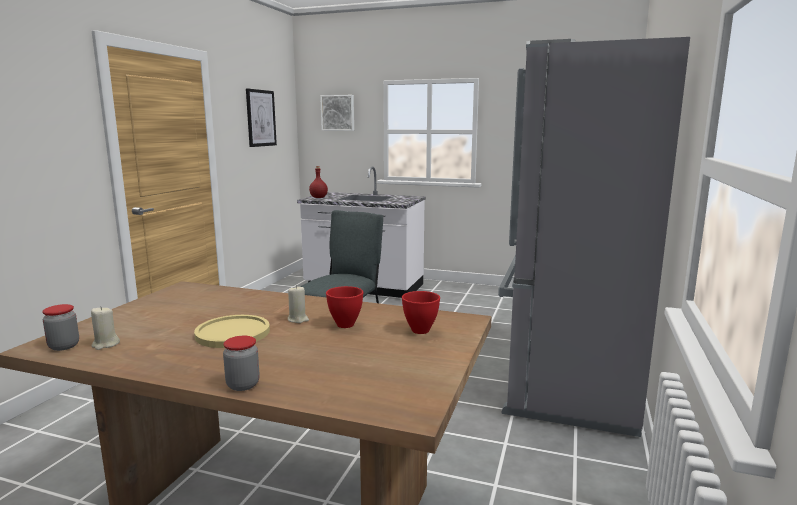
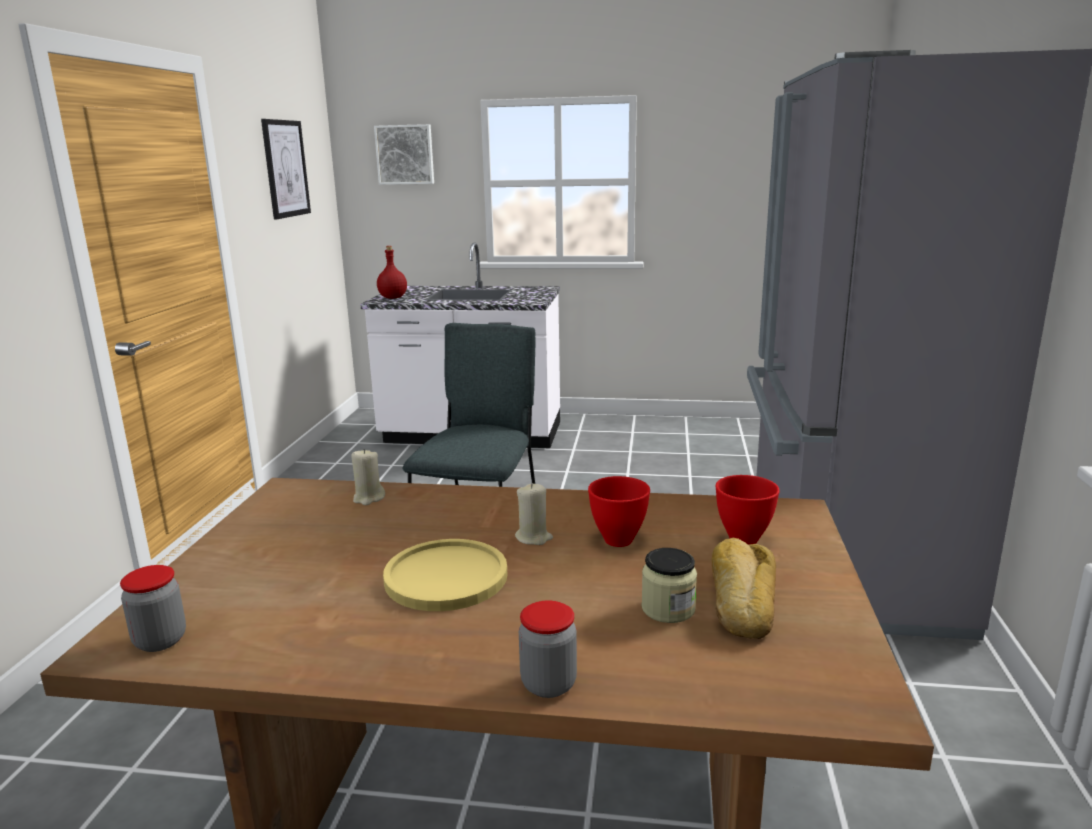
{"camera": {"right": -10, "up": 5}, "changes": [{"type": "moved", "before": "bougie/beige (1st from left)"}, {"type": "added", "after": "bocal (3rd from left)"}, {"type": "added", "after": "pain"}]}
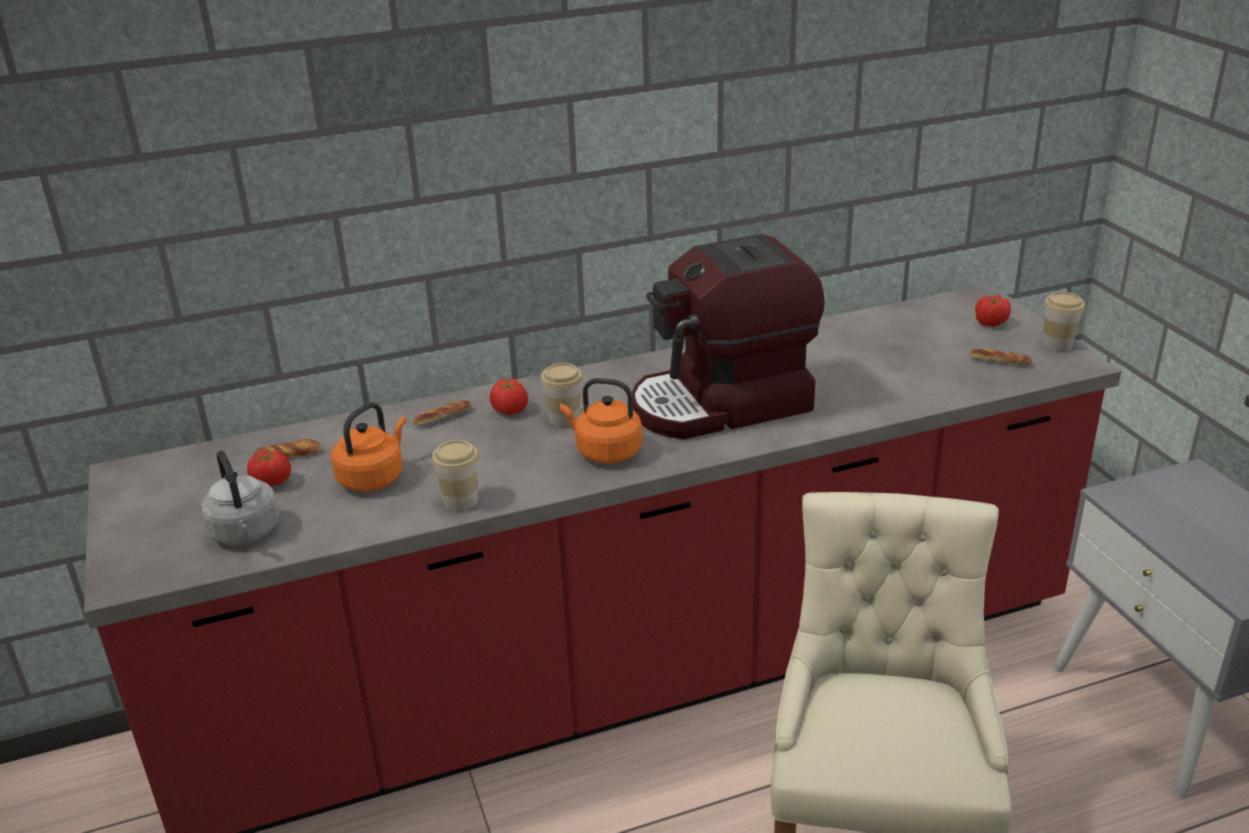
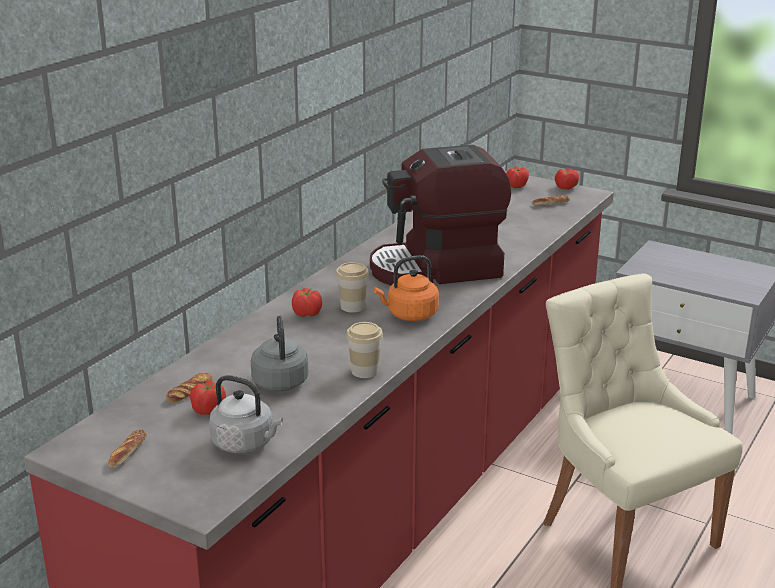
{"camera": {"right": -40, "up": -5}, "changes": [{"type": "recoloured", "before": "bouilloire/orange (1st from left)", "after": "bouilloire/gris (2nd from left)"}, {"type": "moved", "before": "pain (2nd from left in the first image)", "after": "pain (1st from left)"}, {"type": "turned", "before": "machine à café", "turn": 45}, {"type": "replaced", "before": "tasse (3rd from left)", "after": "tomate (4th from left)"}]}
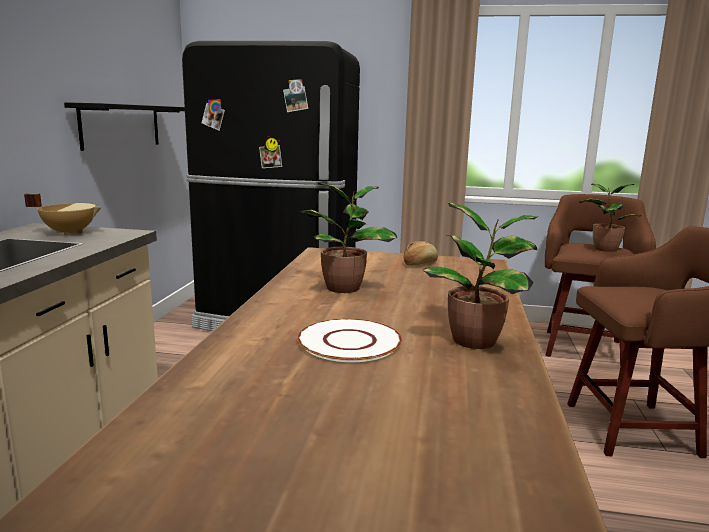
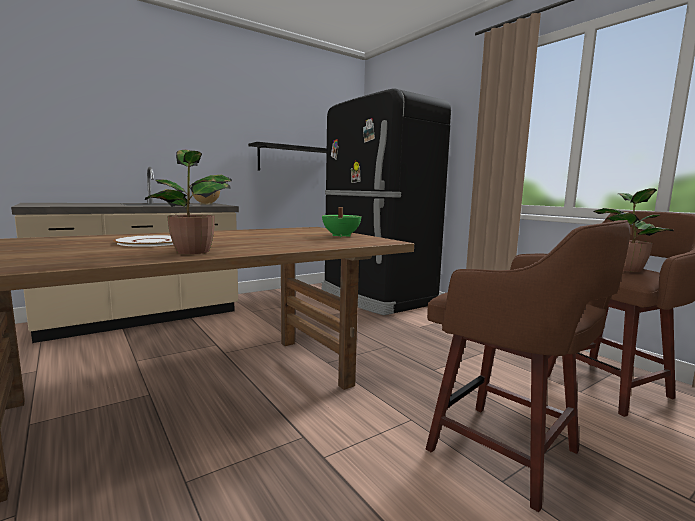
{"camera": {"right": 45, "up": -5}, "changes": [{"type": "removed", "before": "plante en pot (1st from left)"}, {"type": "replaced", "before": "pain", "after": "marmite/vert"}]}
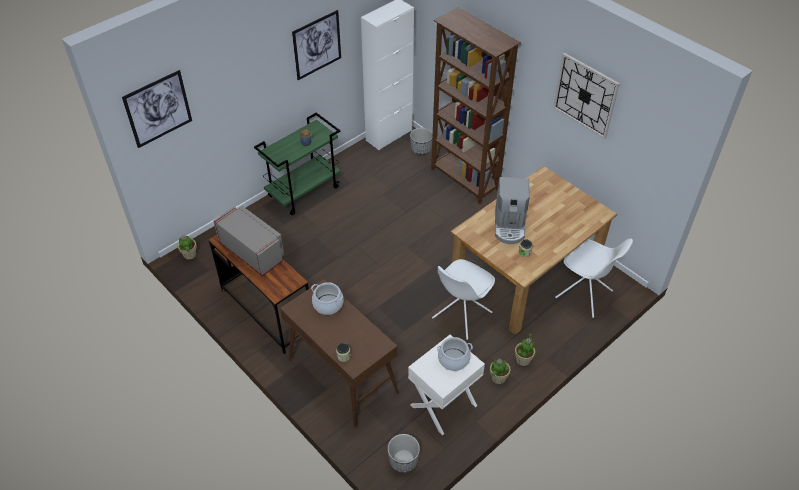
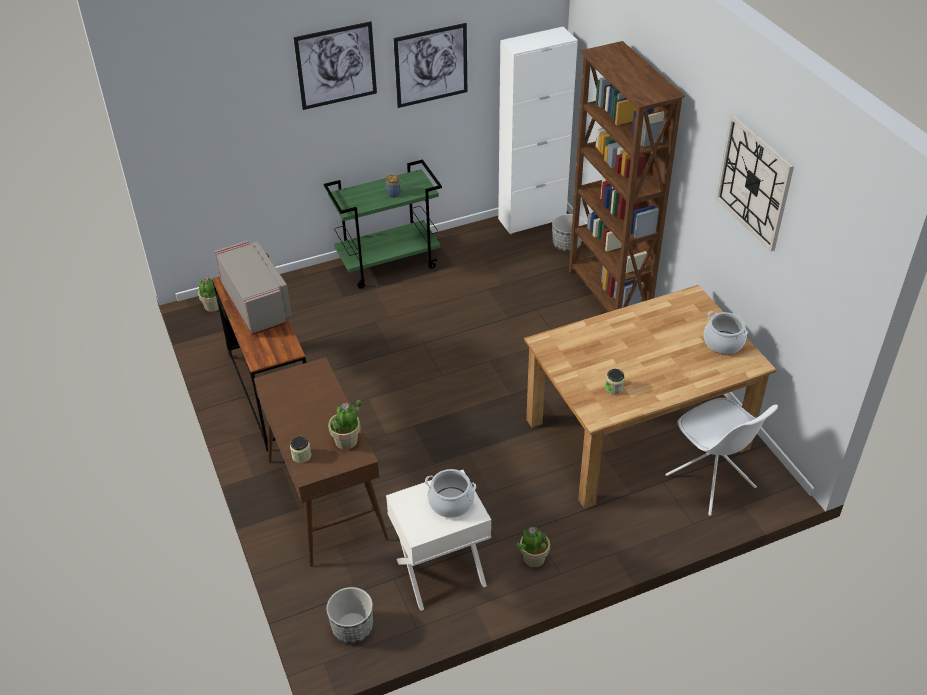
{"camera": {"right": 20, "up": -5}, "changes": [{"type": "moved", "before": "tableau (1st from left)"}, {"type": "moved", "before": "marmite (1st from left in the first image)", "after": "marmite (2nd from left)"}, {"type": "removed", "before": "chaise/blanc (1st from left)"}, {"type": "removed", "before": "machine à café"}, {"type": "moved", "before": "plante en pot (3rd from left in the first image)", "after": "plante en pot (2nd from left)"}]}
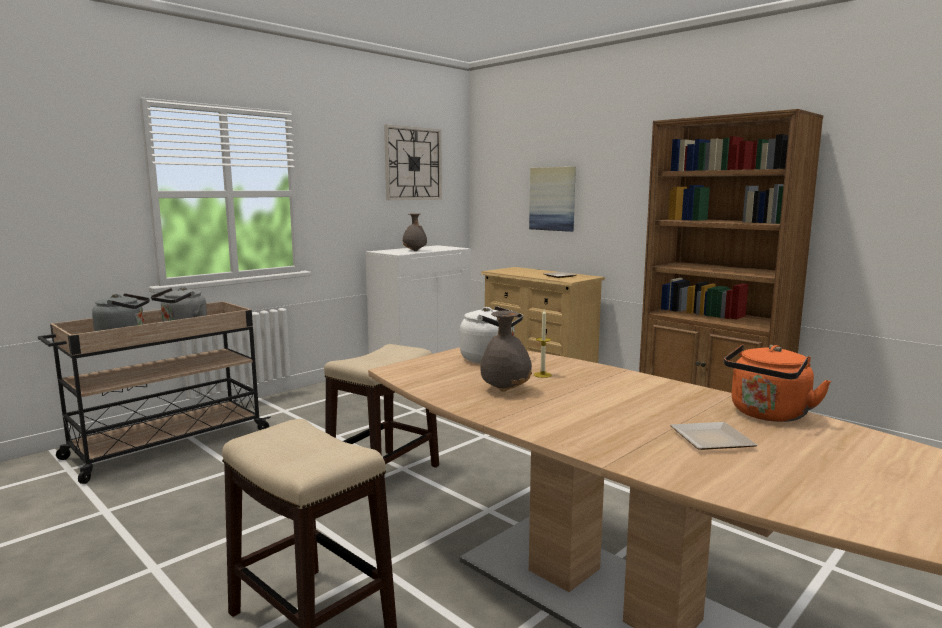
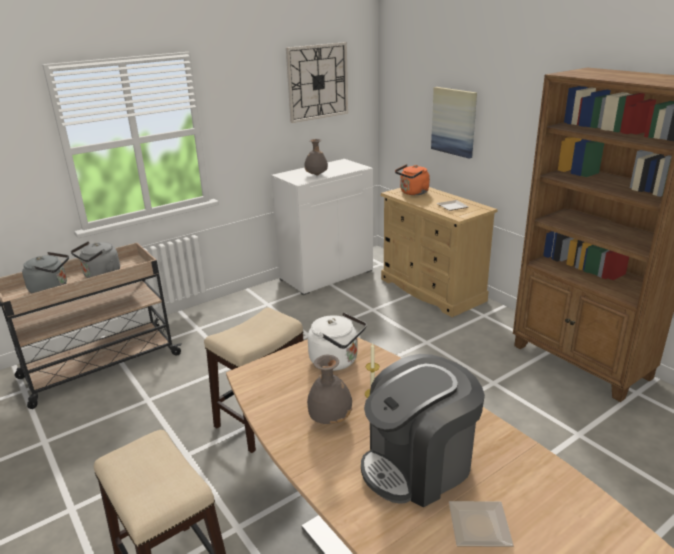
{"camera": {"right": 10, "up": 15}, "changes": [{"type": "moved", "before": "bouilloire/orange"}, {"type": "added", "after": "machine à café"}]}
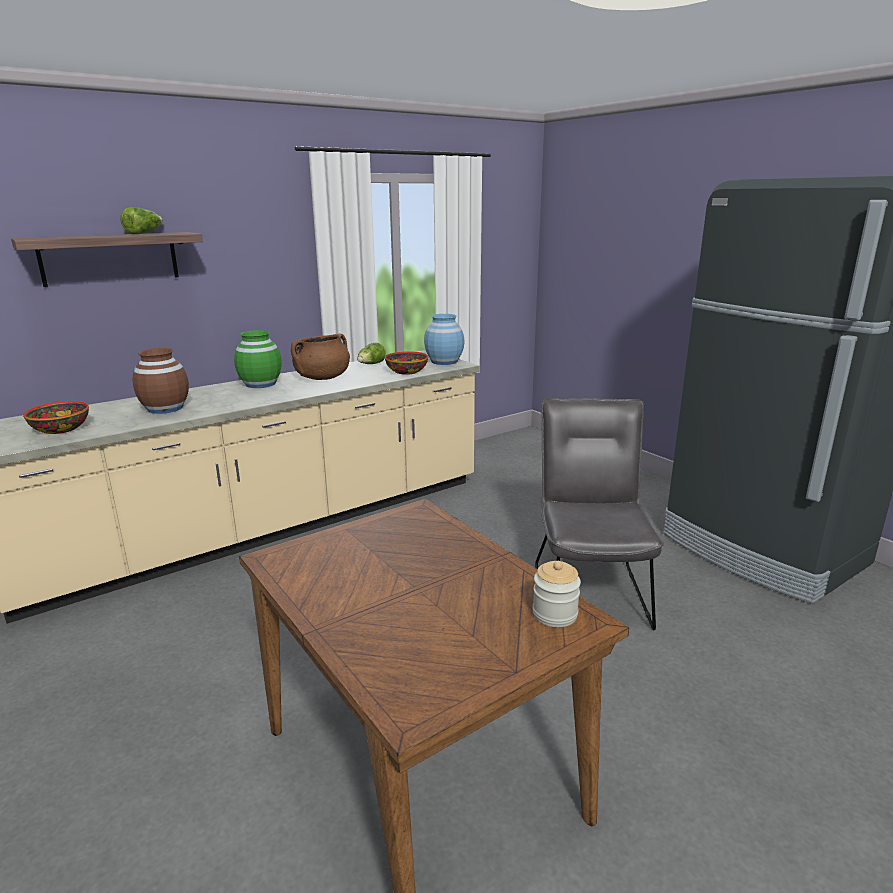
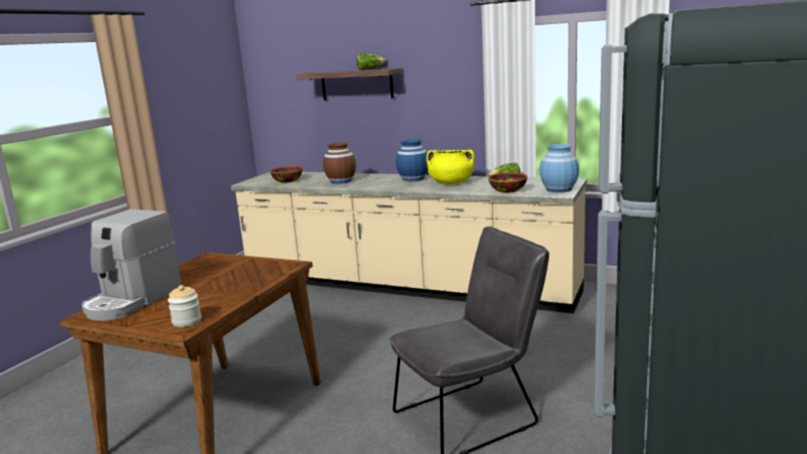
{"camera": {"right": 60, "up": -5}, "changes": [{"type": "recoloured", "before": "vase/vert", "after": "vase/bleu (1st from left)"}, {"type": "recoloured", "before": "marmite/marron", "after": "marmite/jaune"}, {"type": "added", "after": "machine à café"}]}
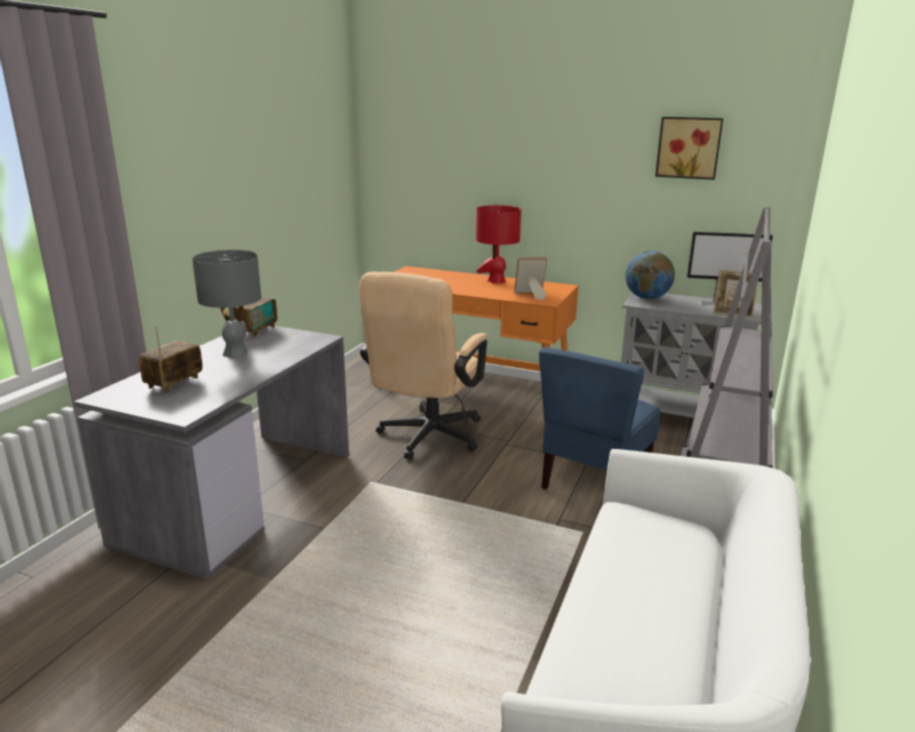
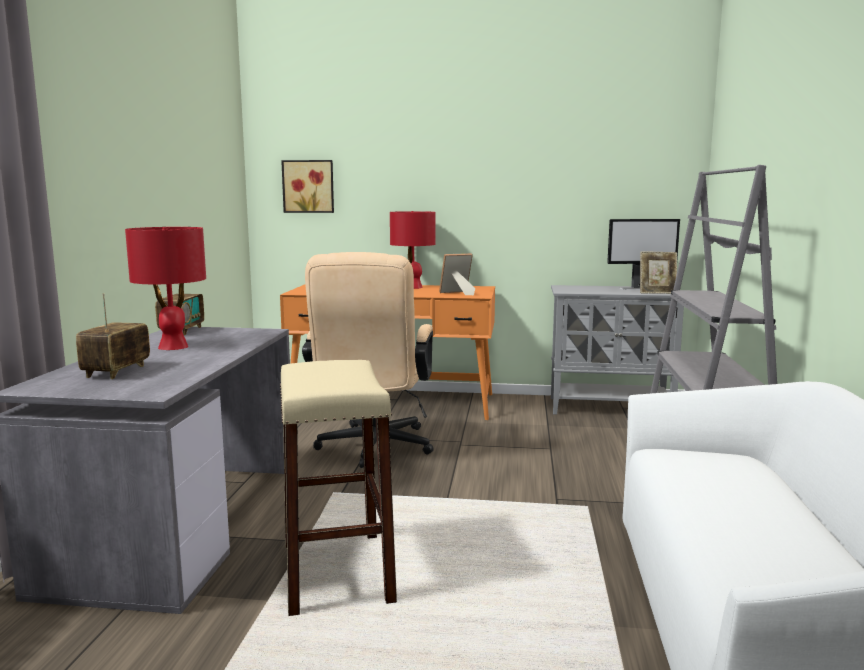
{"camera": {"right": -15, "up": -10}, "changes": [{"type": "recoloured", "before": "lampe de table/gris", "after": "lampe de table/rouge (1st from left)"}, {"type": "removed", "before": "chaise/bleu"}, {"type": "removed", "before": "globe"}, {"type": "moved", "before": "tableau"}, {"type": "added", "after": "tabouret/beige"}]}
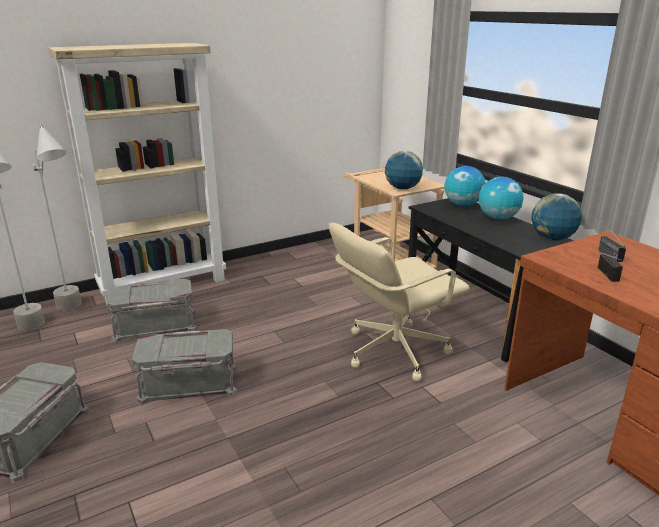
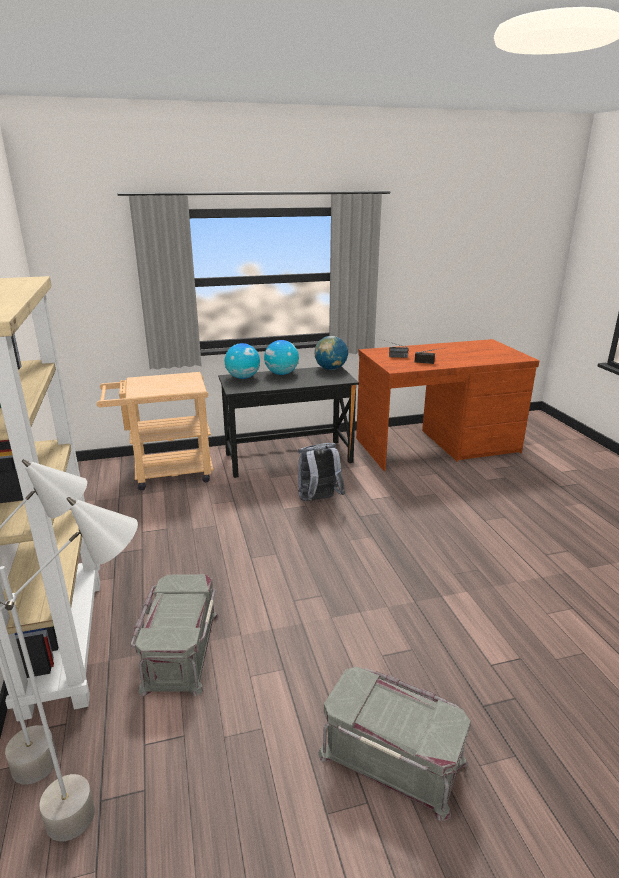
{"camera": {"right": -75, "up": 0}, "changes": [{"type": "removed", "before": "boîte de rangement/gris (3rd from left)"}, {"type": "replaced", "before": "chaise de bureau/beige", "after": "sac à dos/gris"}, {"type": "removed", "before": "globe (1st from left)"}]}
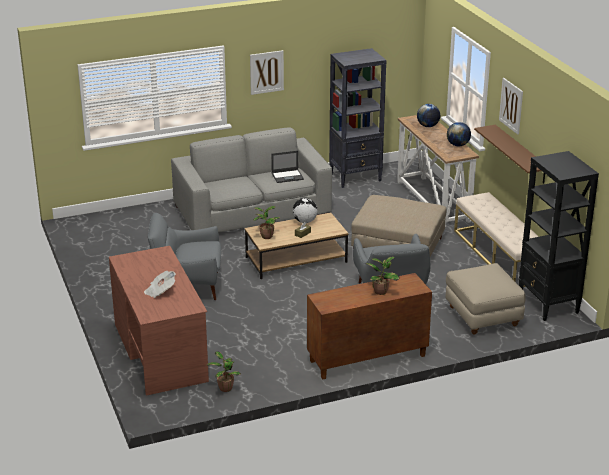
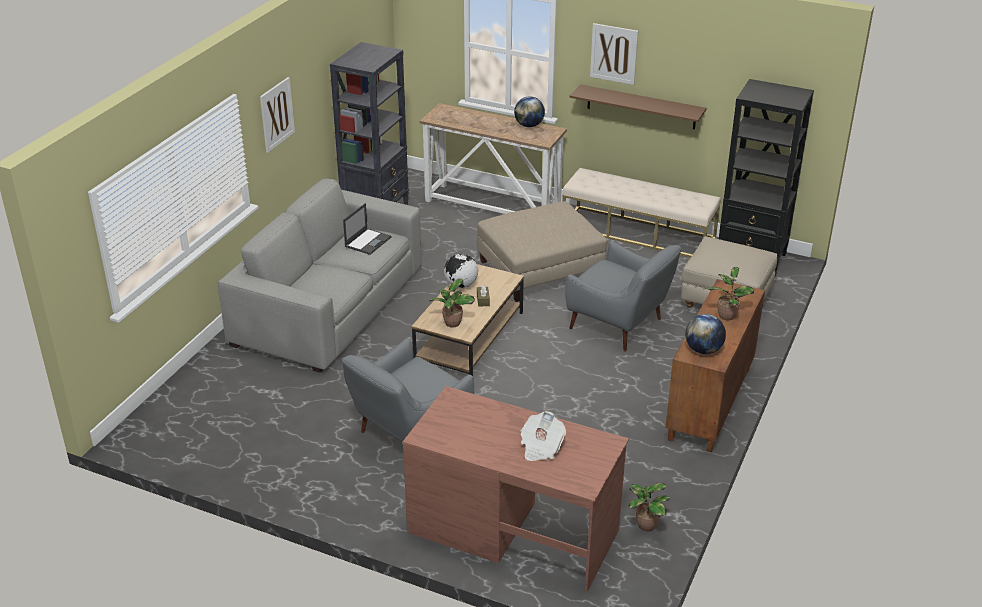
{"camera": {"right": -45, "up": 5}, "changes": [{"type": "moved", "before": "globe (2nd from left in the first image)", "after": "globe (3rd from left)"}]}
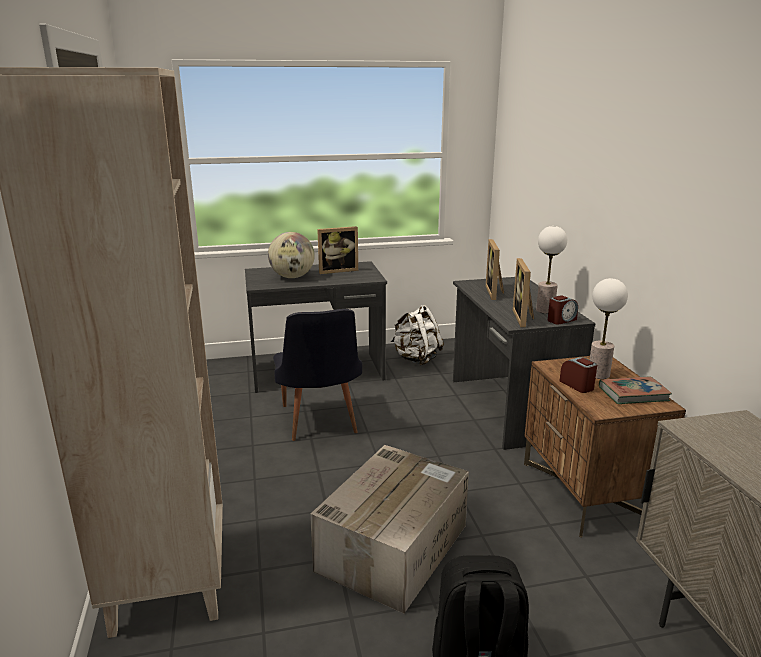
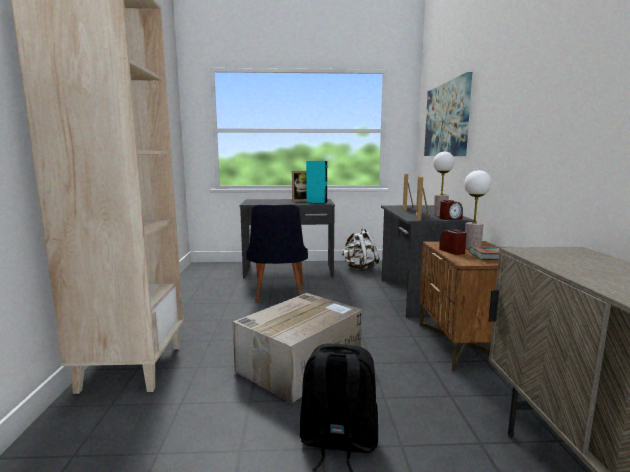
{"camera": {"right": 10, "up": -10}, "changes": [{"type": "removed", "before": "globe"}, {"type": "added", "after": "enceinte/turquoise"}, {"type": "added", "after": "tableau"}]}
